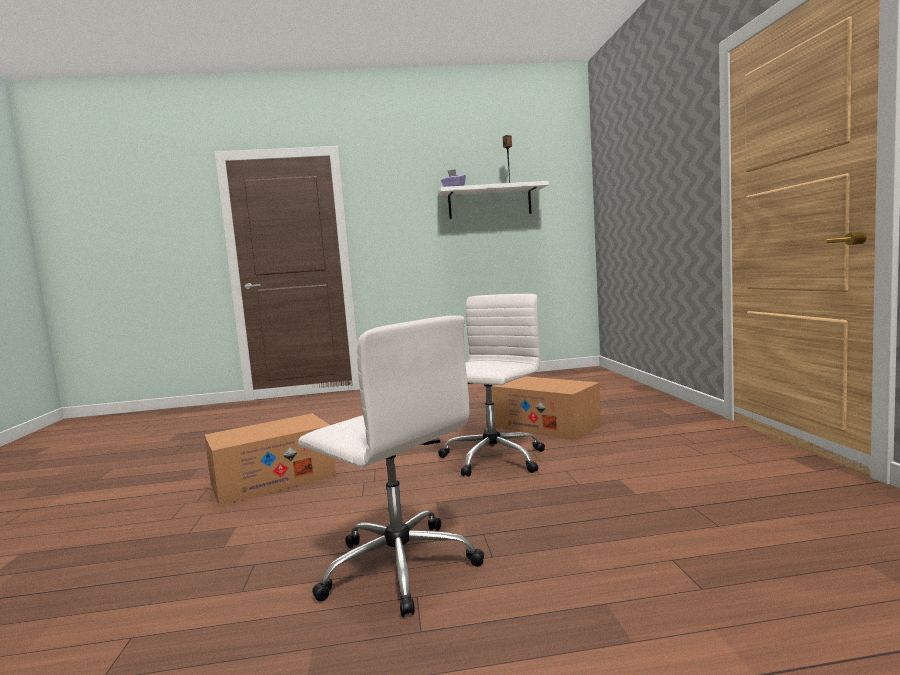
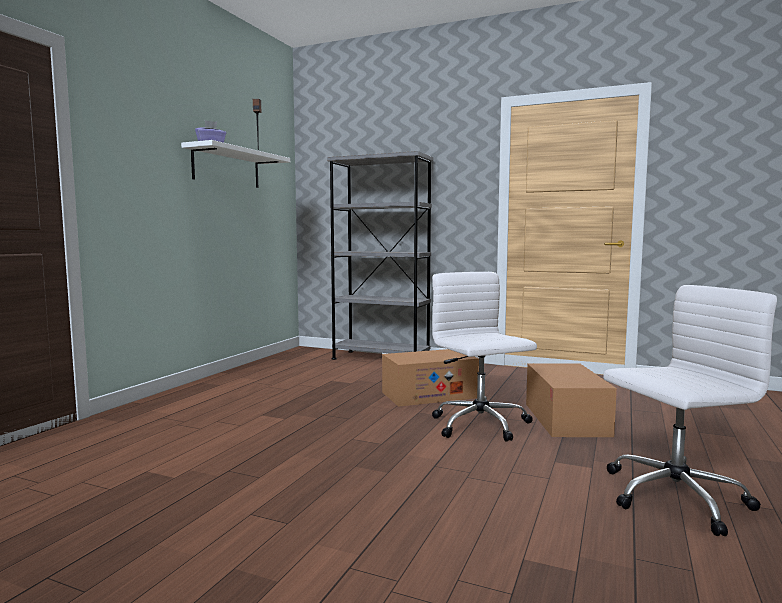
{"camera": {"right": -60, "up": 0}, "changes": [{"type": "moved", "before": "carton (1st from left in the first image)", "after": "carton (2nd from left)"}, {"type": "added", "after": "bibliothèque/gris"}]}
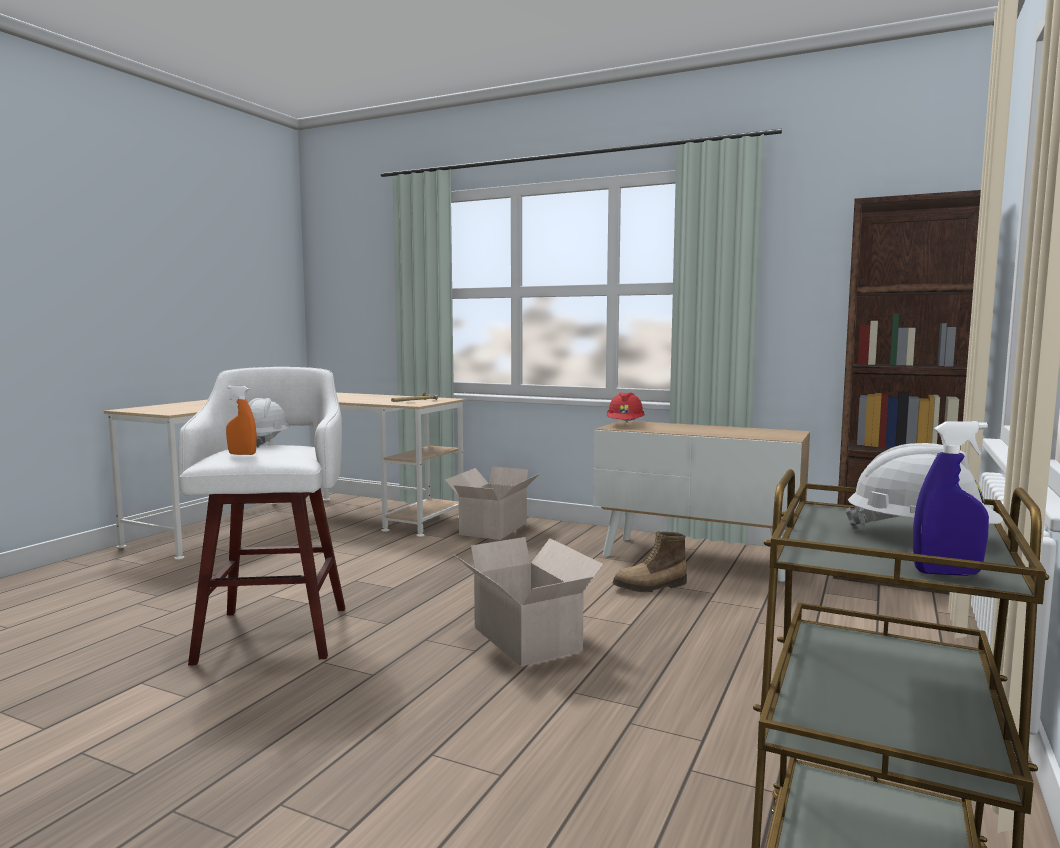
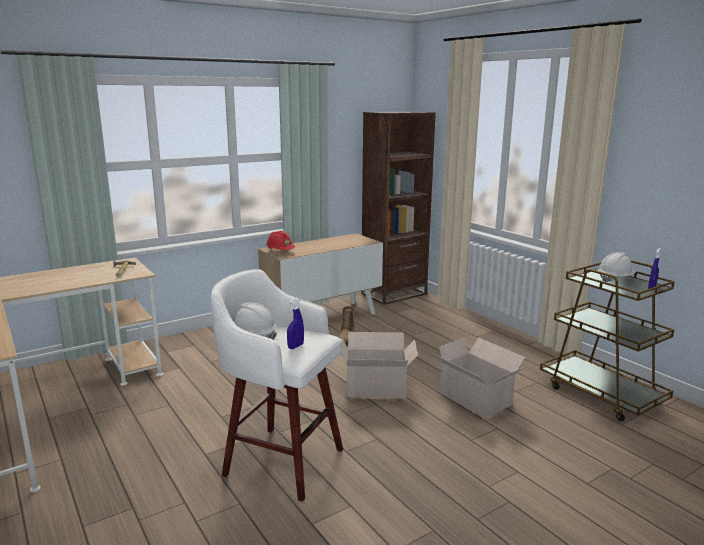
{"camera": {"right": -60, "up": 10}, "changes": [{"type": "recoloured", "before": "vaporisateur/orange", "after": "vaporisateur/bleu (1st from left)"}, {"type": "moved", "before": "carton (1st from left in the first image)", "after": "carton (2nd from left)"}]}
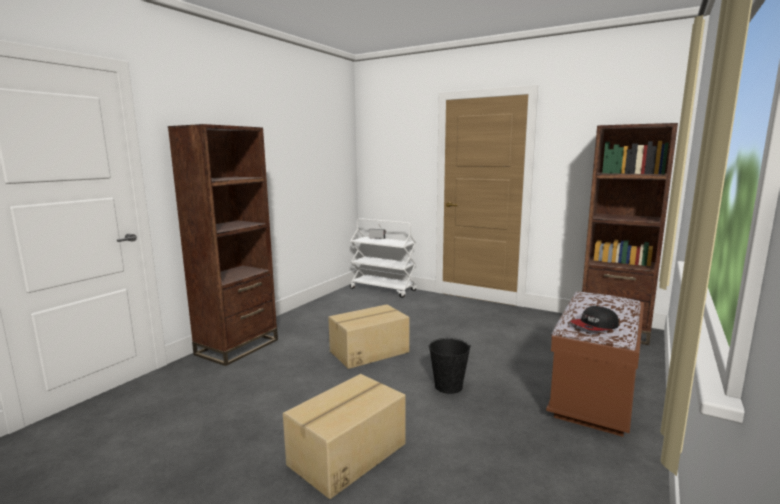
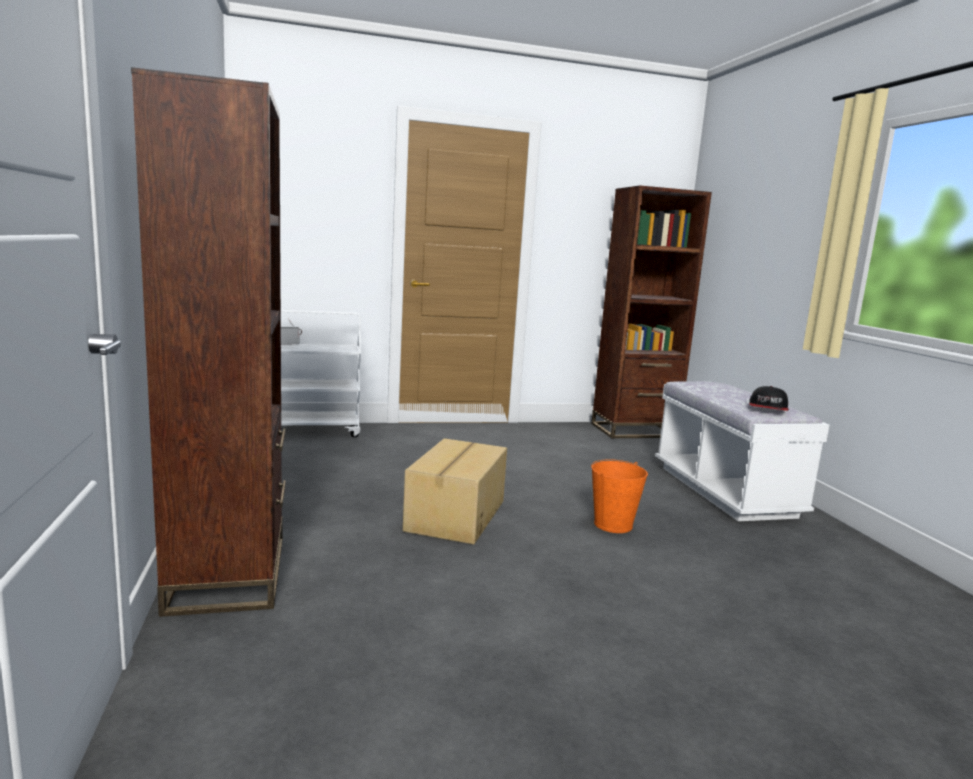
{"camera": {"right": -45, "up": 0}, "changes": [{"type": "removed", "before": "carton (1st from left)"}, {"type": "recoloured", "before": "seau/noir", "after": "seau/orange"}, {"type": "recoloured", "before": "banc/marron", "after": "banc/blanc"}]}
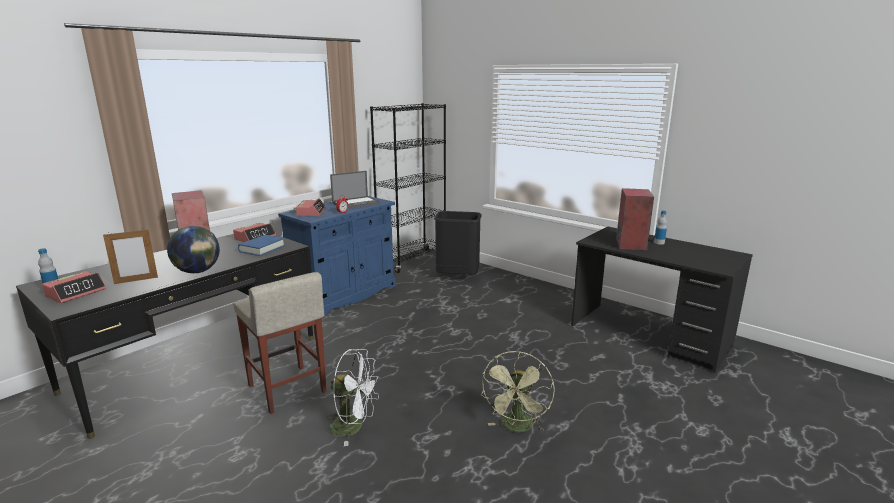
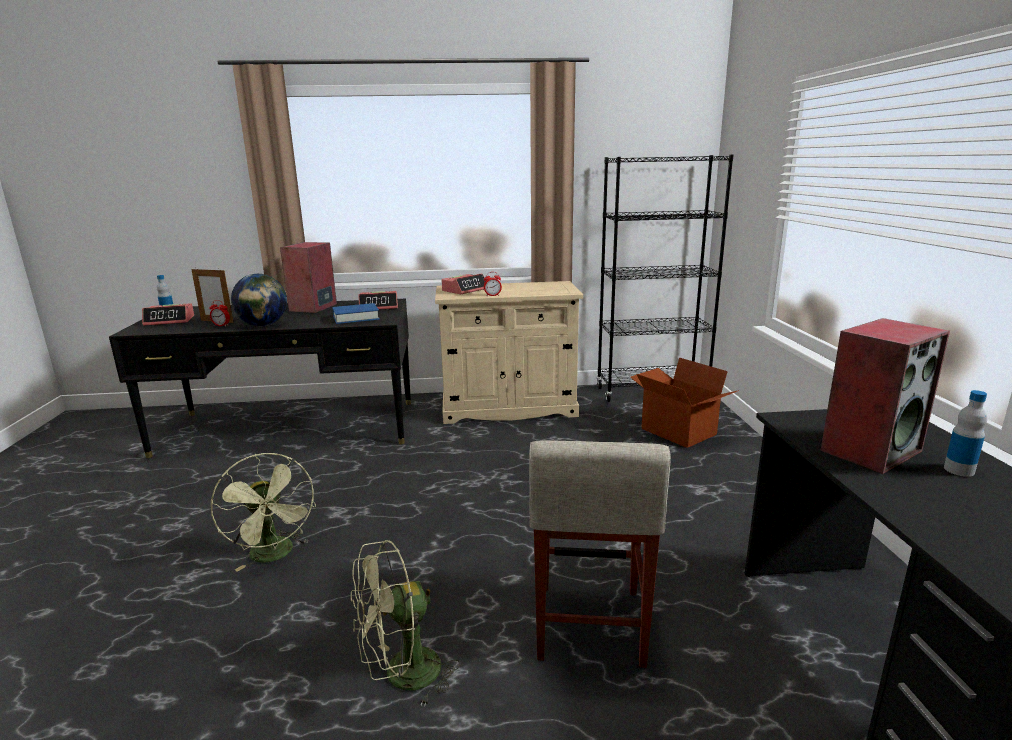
{"camera": {"right": 45, "up": 0}, "changes": [{"type": "moved", "before": "tabouret/beige"}, {"type": "recoloured", "before": "meuble de rangement/bleu", "after": "meuble de rangement/beige"}, {"type": "recoloured", "before": "ventilateur/blanc", "after": "ventilateur/vert (1st from left)"}, {"type": "removed", "before": "ordinateur portable"}, {"type": "replaced", "before": "poubelle/noir", "after": "carton"}, {"type": "added", "after": "réveil (2nd from left)"}]}
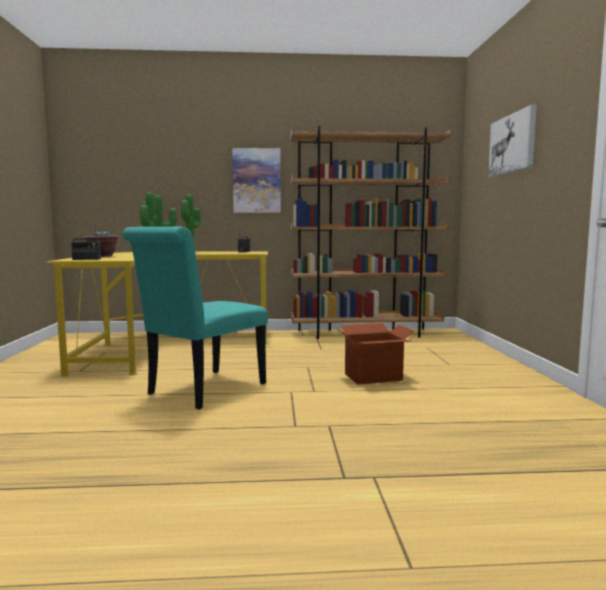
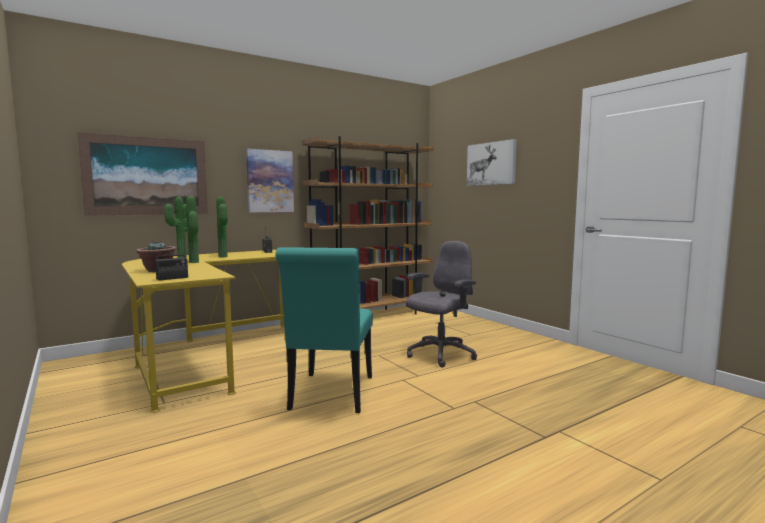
{"camera": {"right": -30, "up": 0}, "changes": [{"type": "replaced", "before": "carton", "after": "chaise de bureau/gris"}, {"type": "added", "after": "tableau (1st from left)"}]}
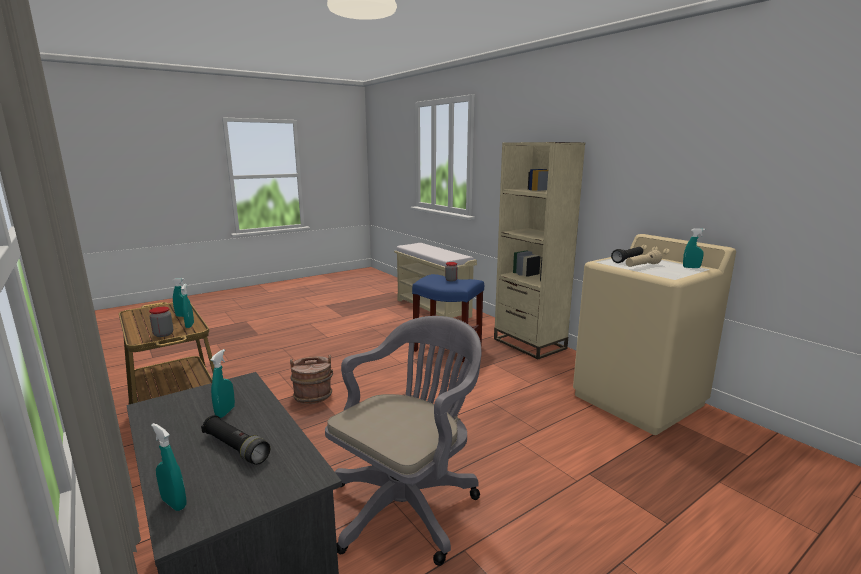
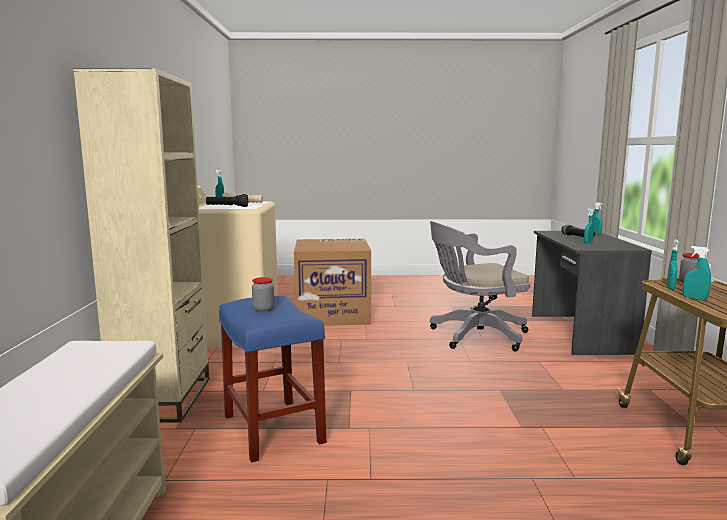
{"camera": {"right": -145, "up": -5}, "changes": [{"type": "removed", "before": "seau/marron"}, {"type": "added", "after": "carton"}]}
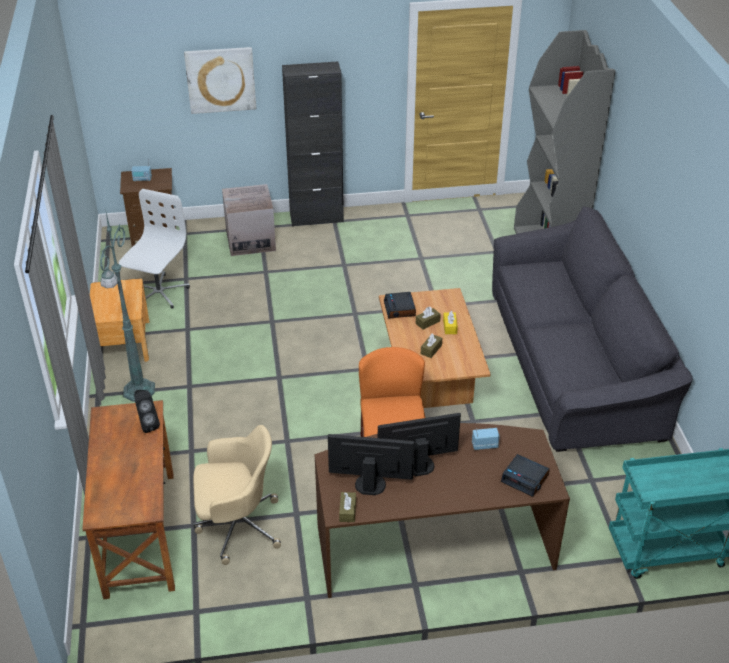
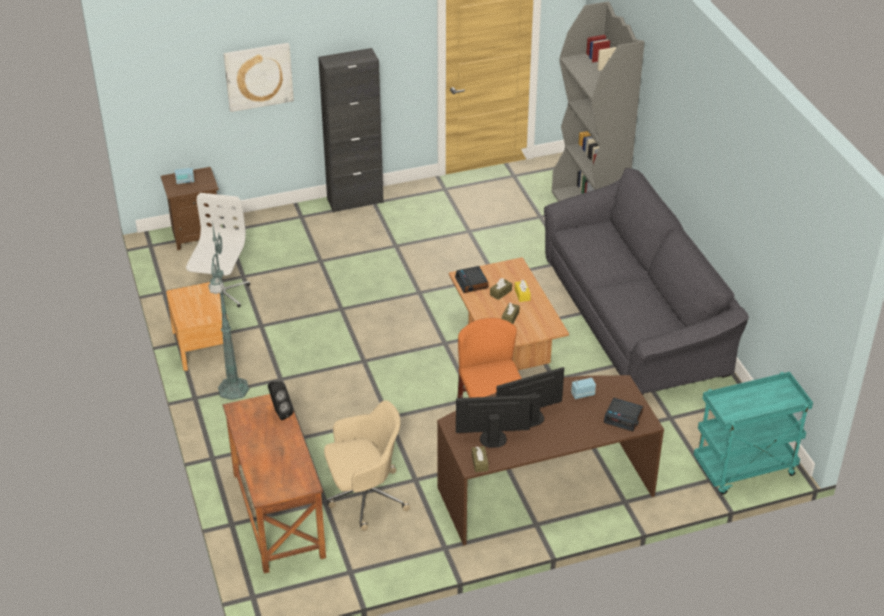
{"camera": {"right": -10, "up": 0}, "changes": [{"type": "removed", "before": "carton"}]}
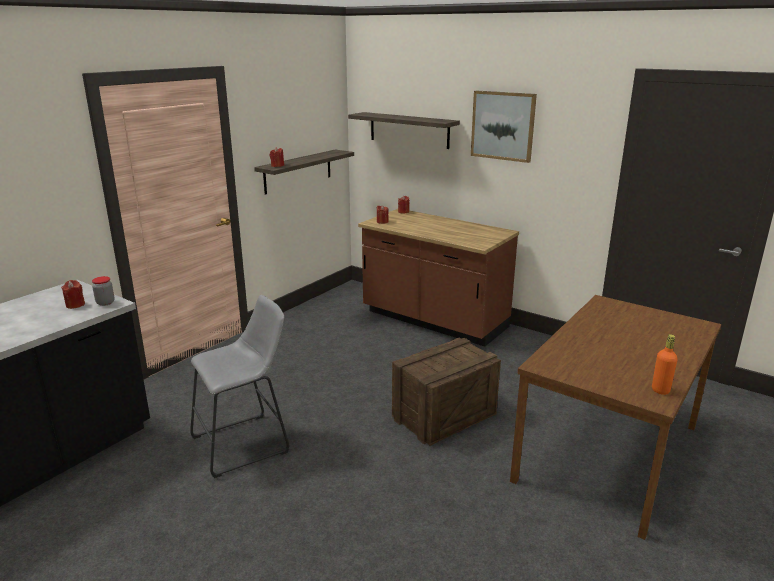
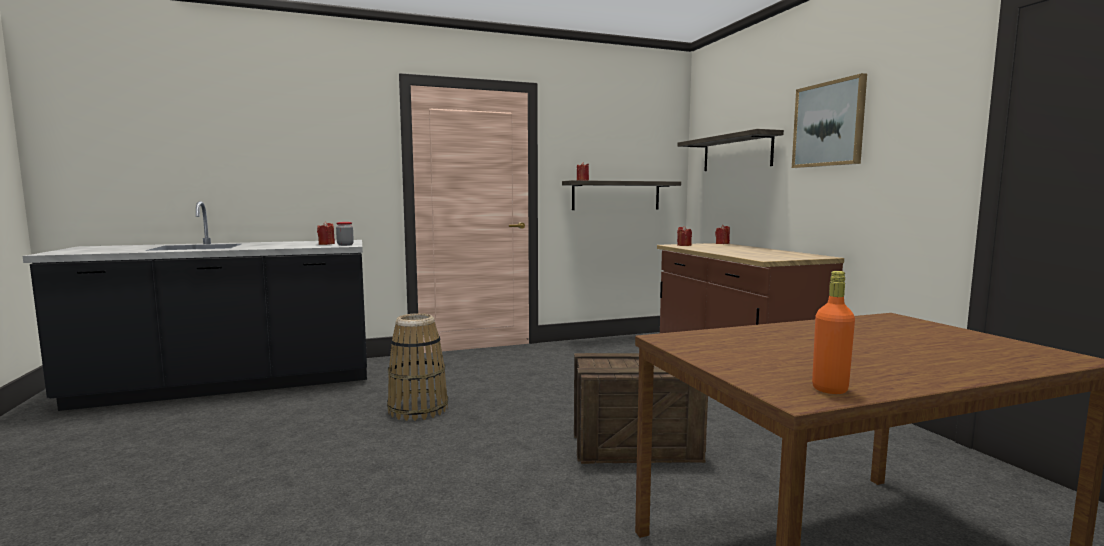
{"camera": {"right": 35, "up": -15}, "changes": [{"type": "replaced", "before": "tabouret/gris", "after": "panier"}]}
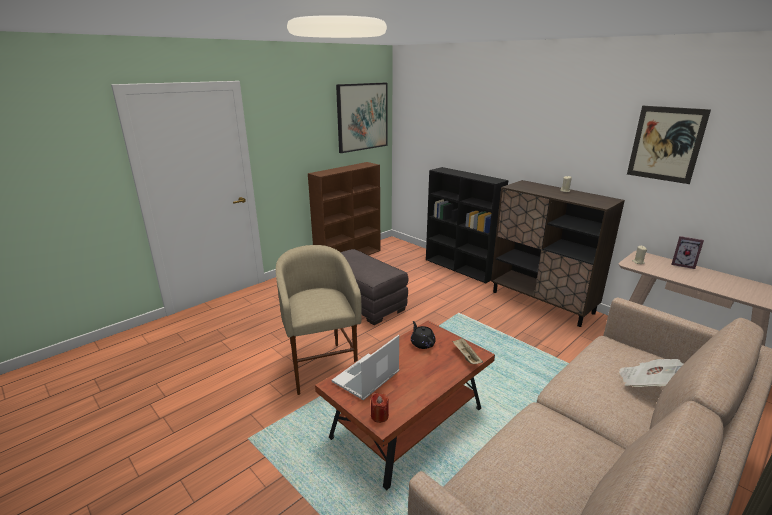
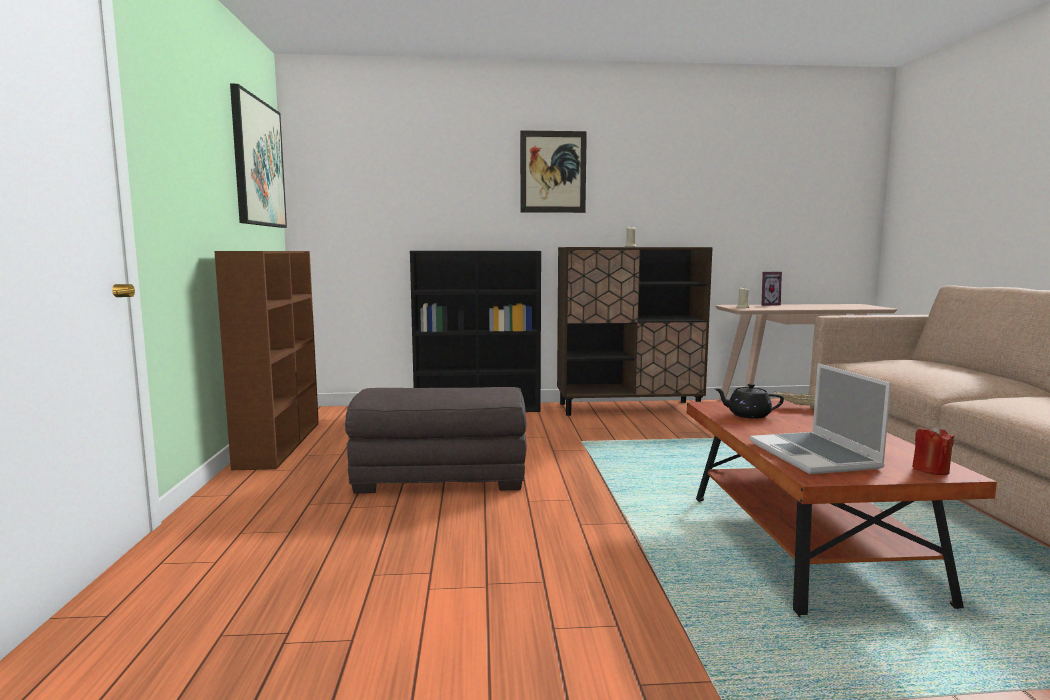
{"camera": {"right": -50, "up": -15}, "changes": [{"type": "removed", "before": "tabouret/beige"}, {"type": "removed", "before": "journal"}, {"type": "moved", "before": "tableau (2nd from left)"}]}
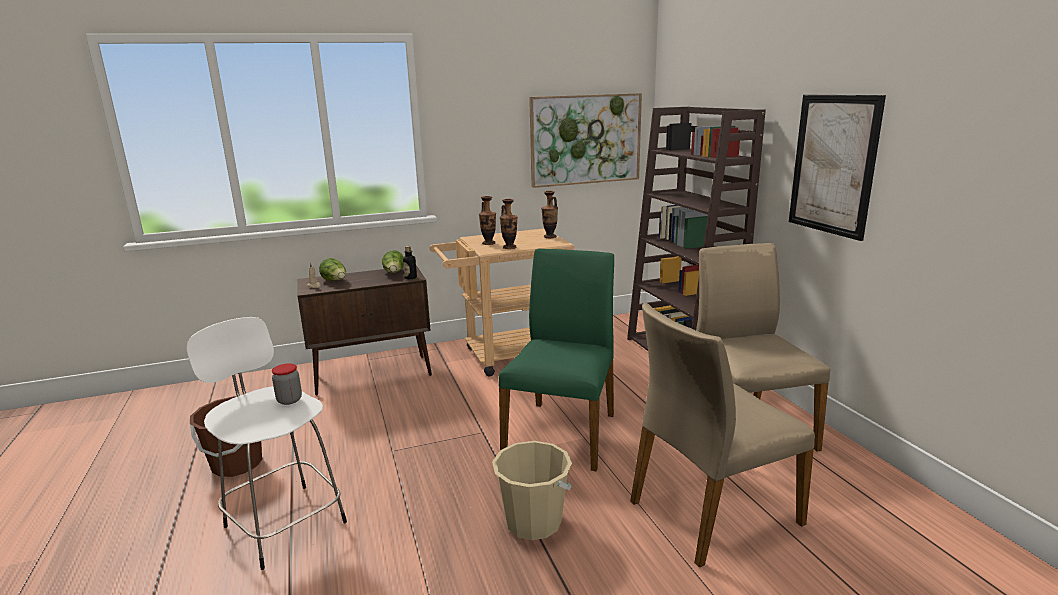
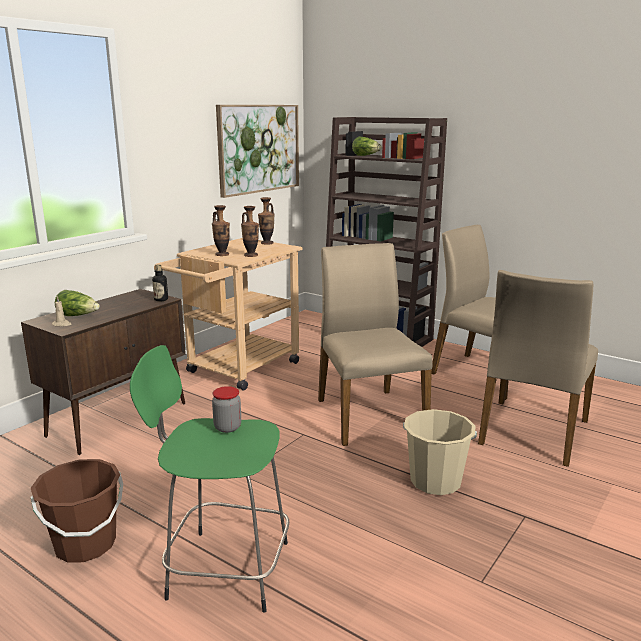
{"camera": {"right": -35, "up": 0}, "changes": [{"type": "recoloured", "before": "tabouret/blanc", "after": "tabouret/vert"}, {"type": "moved", "before": "laitue (2nd from left)"}, {"type": "recoloured", "before": "chaise/vert", "after": "chaise/beige (1st from left)"}, {"type": "removed", "before": "tableau (2nd from left)"}]}
